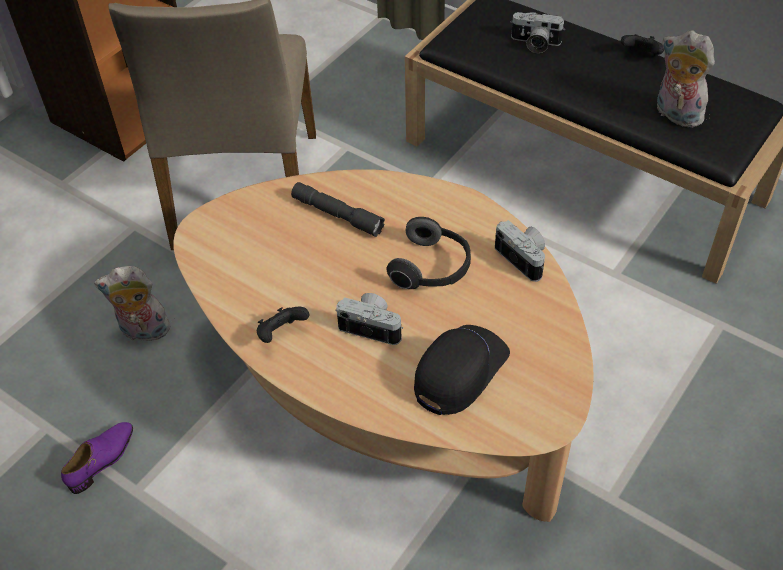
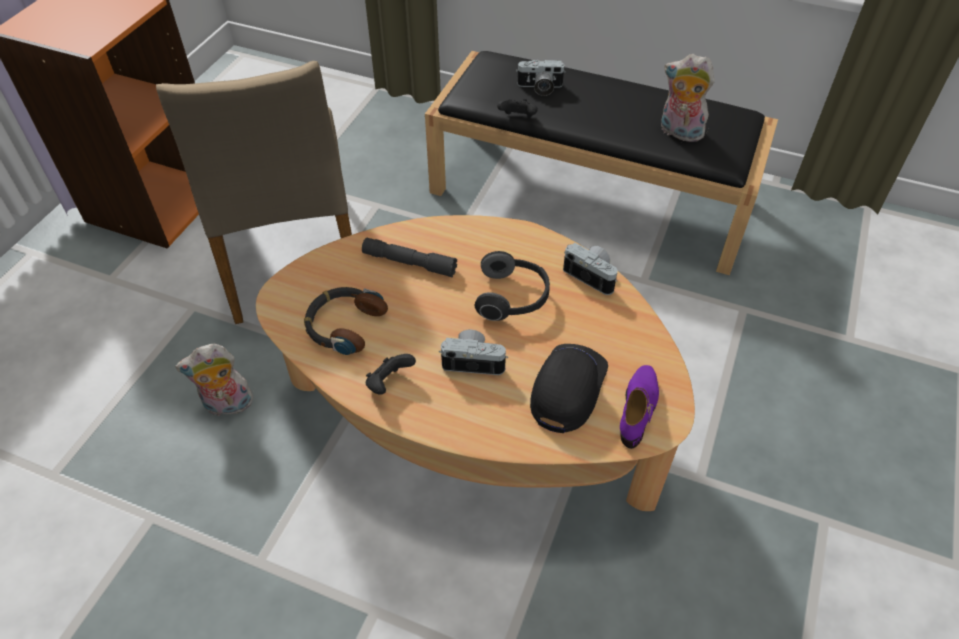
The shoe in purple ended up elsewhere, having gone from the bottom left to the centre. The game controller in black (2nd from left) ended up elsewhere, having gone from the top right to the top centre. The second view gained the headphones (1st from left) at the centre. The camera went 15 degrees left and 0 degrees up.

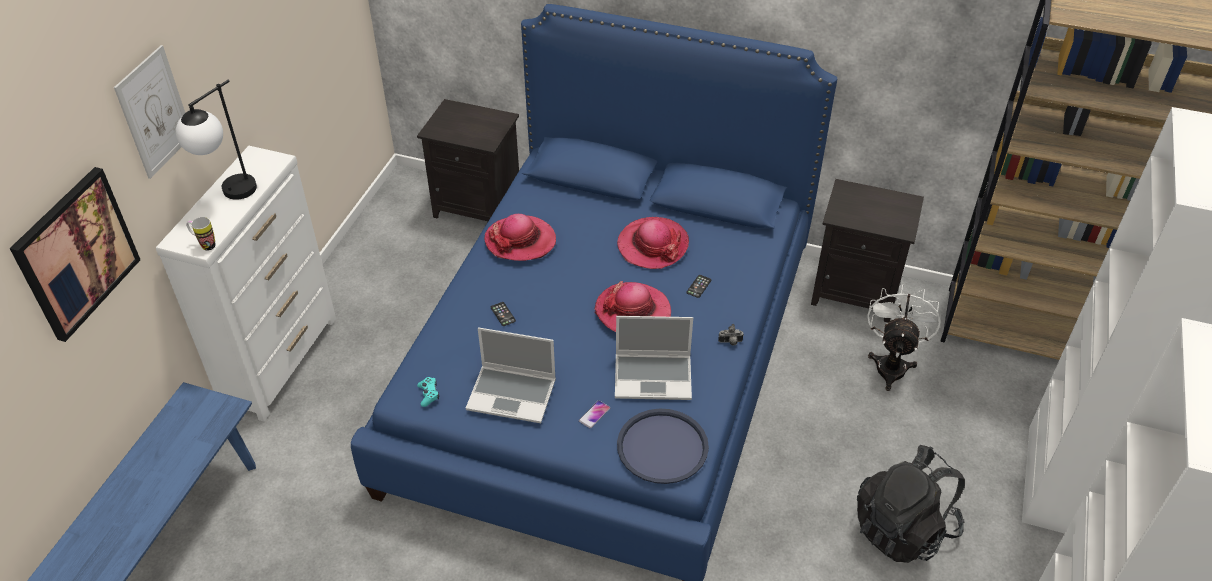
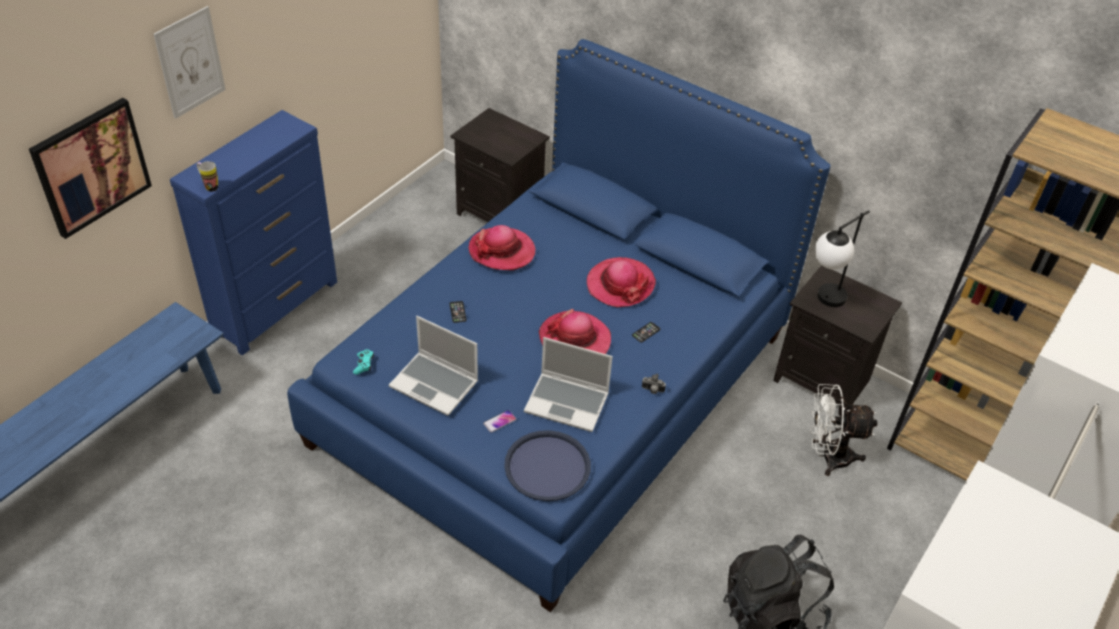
What was the dresser in white at the middle left turned into the dresser in blue at the middle left. The table lamp ended up elsewhere, having gone from the top left to the middle right. The fan in white at the middle right ended up facing another way, 120 degrees counterclockwise from before. The camera went 15 degrees right and 0 degrees up.

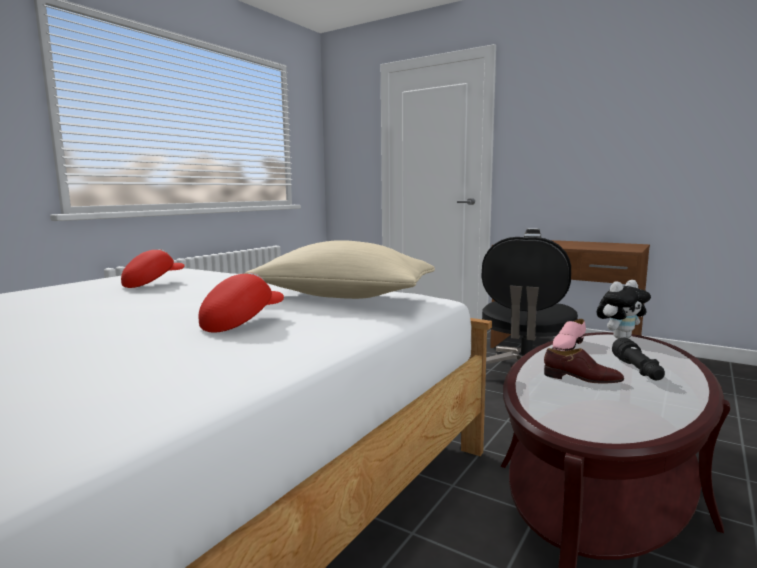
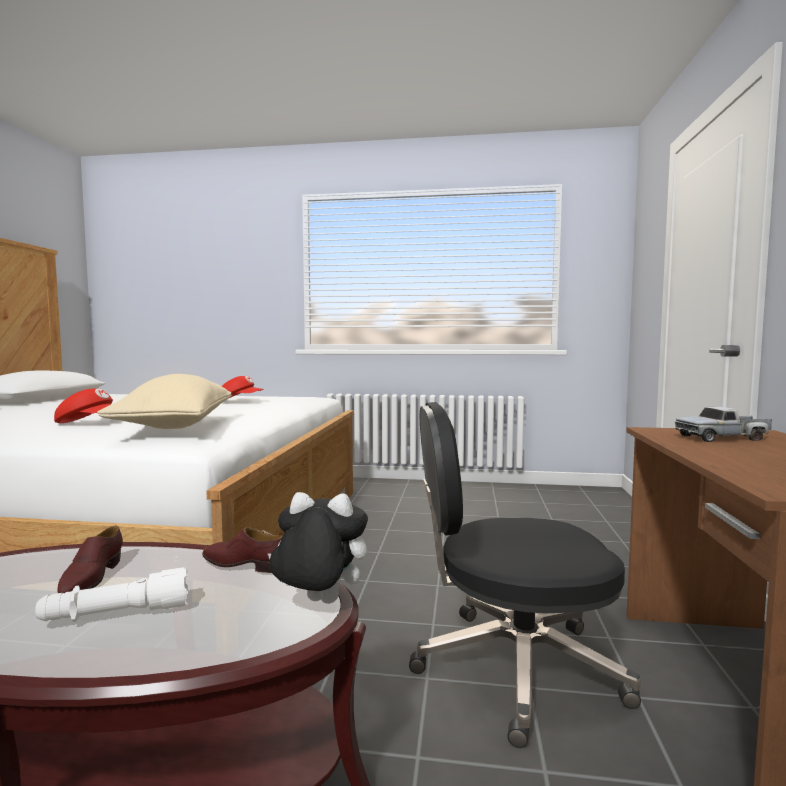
What was the shoe in pink at the middle right turned into the shoe in brown (2nd from left) at the bottom left. The plush toy at the middle right ended up facing another way, 150 degrees clockwise from before. What was the flashlight in black at the middle right turned into the flashlight in white at the bottom left. The camera went 65 degrees right and 5 degrees down.

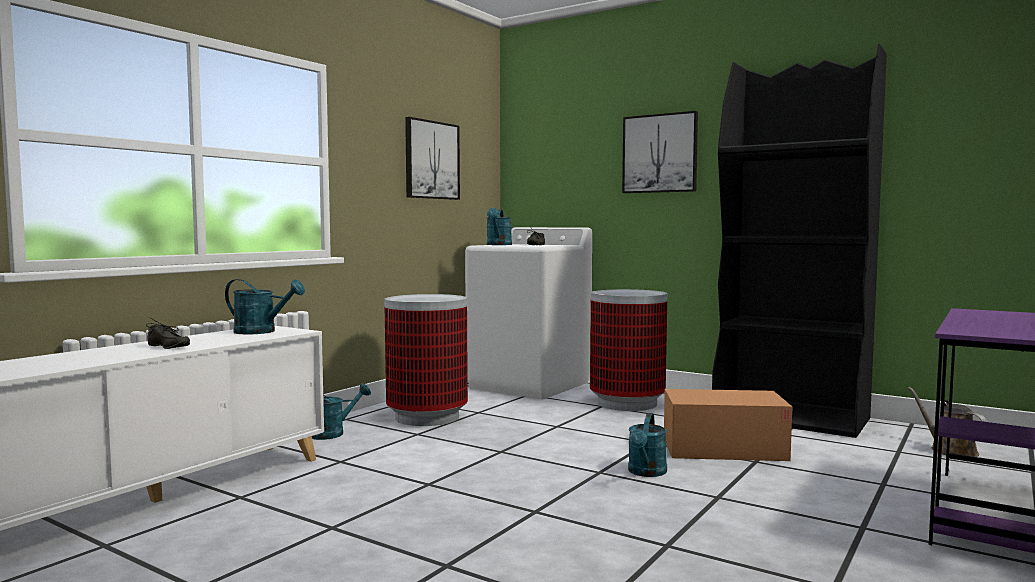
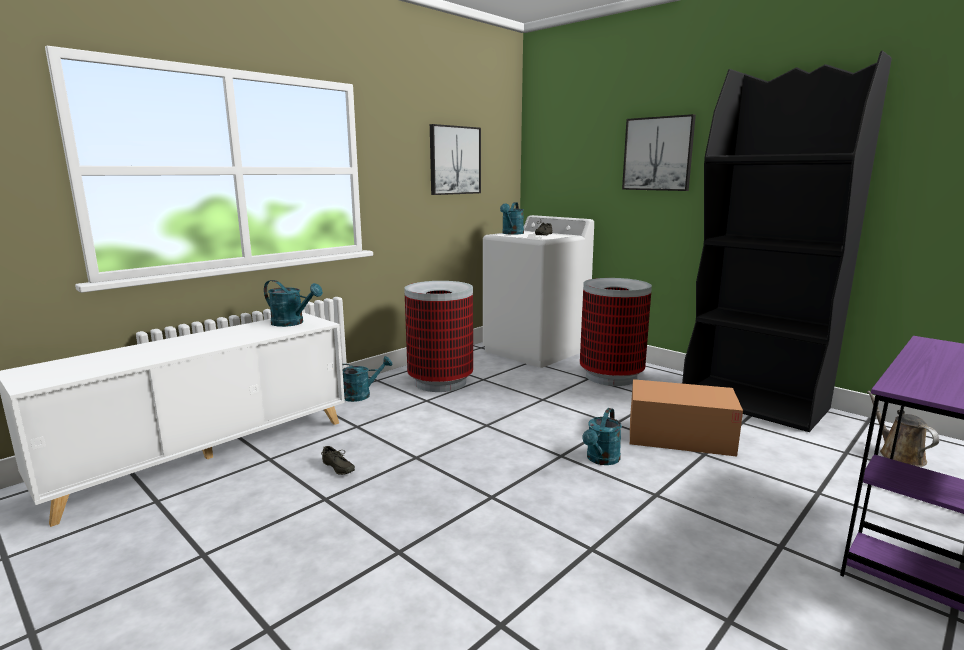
The shoe in grey (1st from left) ended up elsewhere, having gone from the middle left to the bottom centre. The camera went 10 degrees right and 10 degrees up.

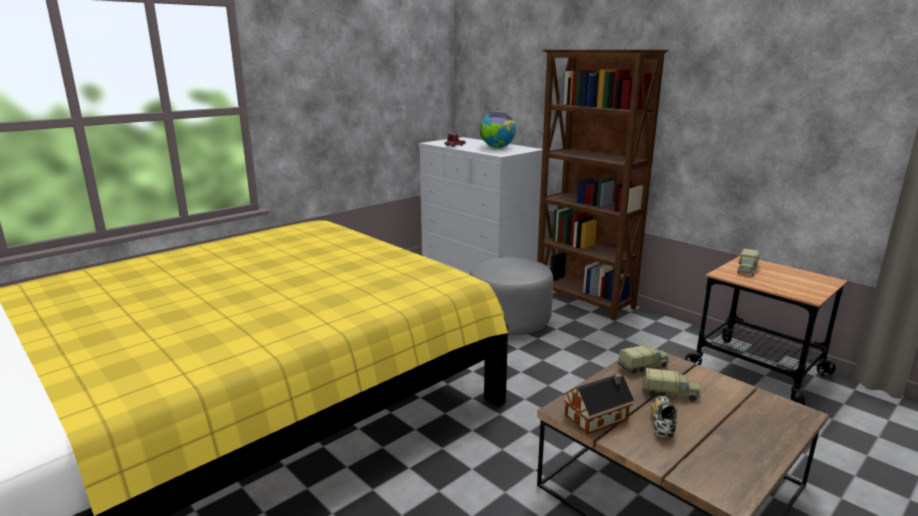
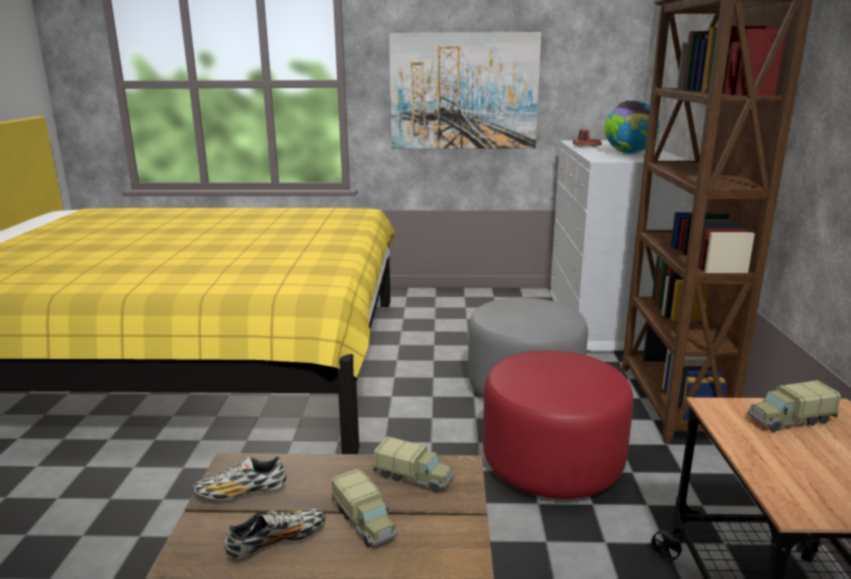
Where the toy house stood at the bottom centre, the shoe (1st from left) came to stand at the bottom left. The second view gained the picture at the top centre. The second view gained the ottoman in red at the bottom centre. The camera went 45 degrees right and 0 degrees up.

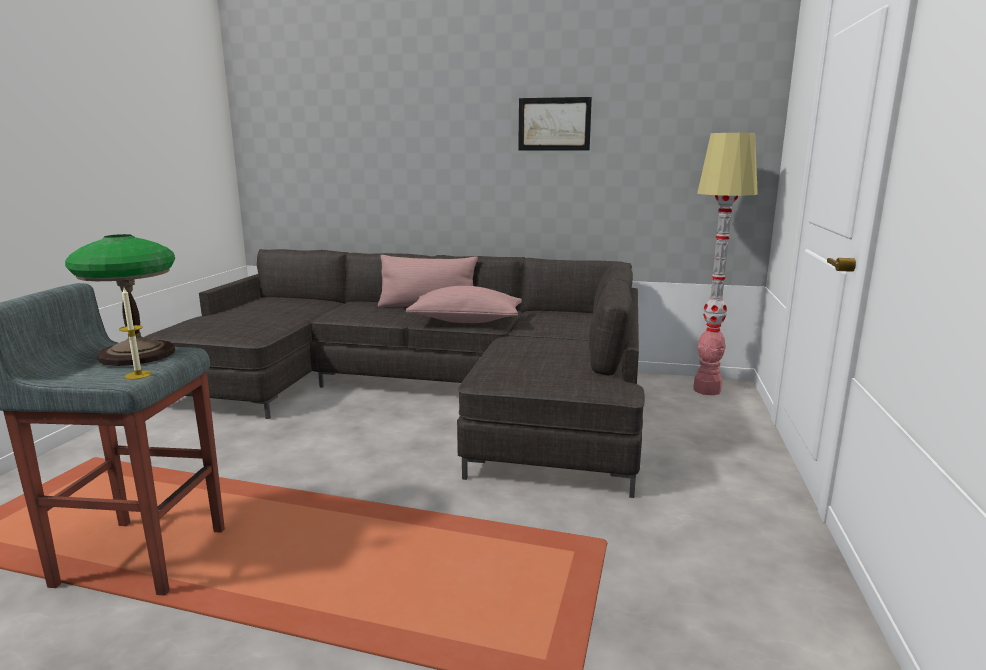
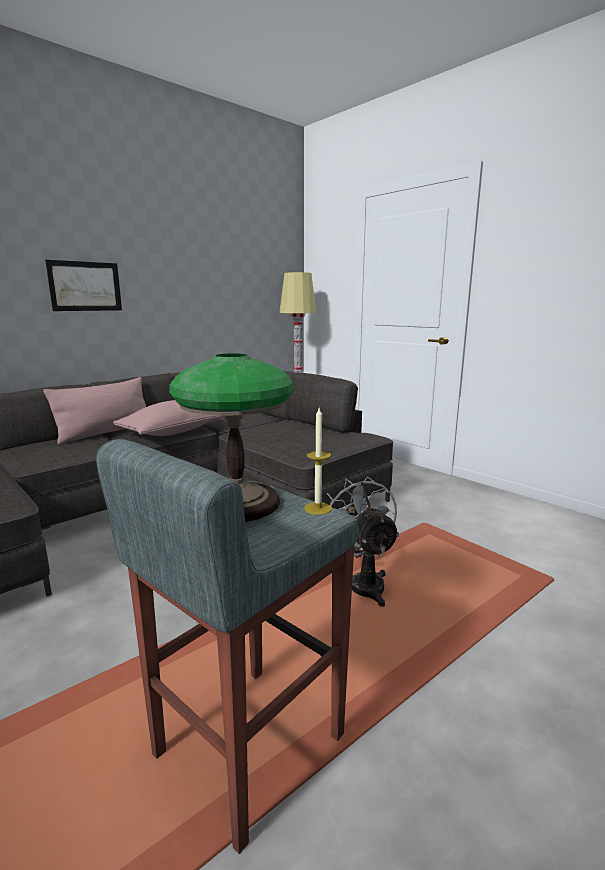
The picture ended up elsewhere, having gone from the top centre to the top left. The second view gained the fan in grey at the centre. The camera went 55 degrees left and 0 degrees up.

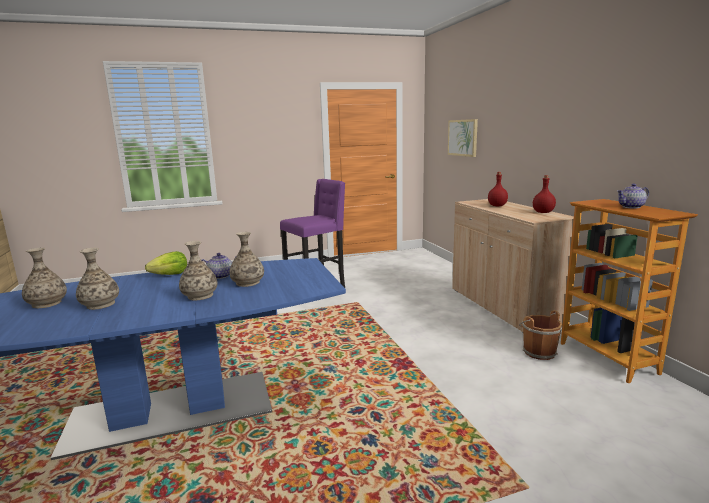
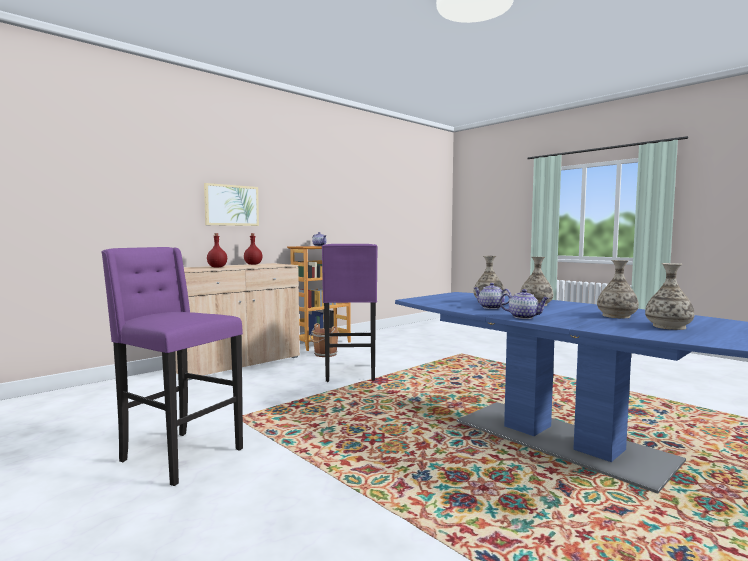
Where the lettuce stood at the middle left, the teapot (3rd from left) came to stand at the middle right. The picture ended up elsewhere, having gone from the top centre to the middle left. The second view gained the stool in purple (2nd from left) at the centre. The camera went 115 degrees left and 10 degrees down.

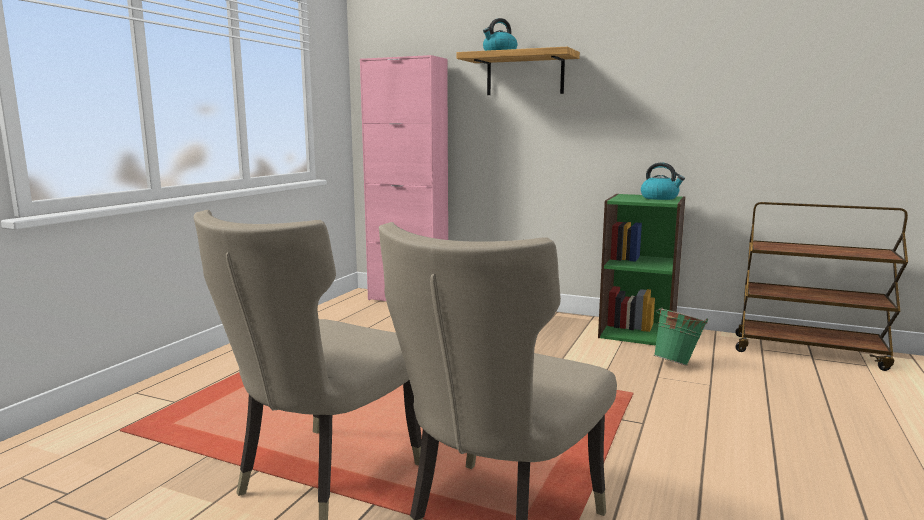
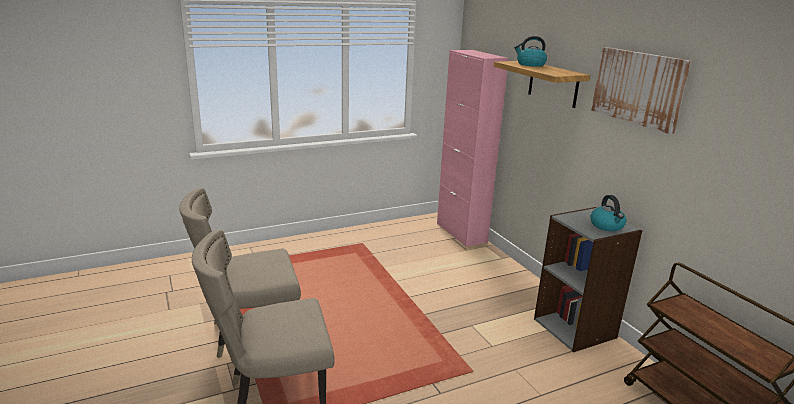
What was the bookcase in green at the middle right turned into the bookcase in grey at the bottom right. The second view lost the bucket in green at the middle right. The second view gained the picture at the top right. The camera went 40 degrees right and 10 degrees up.

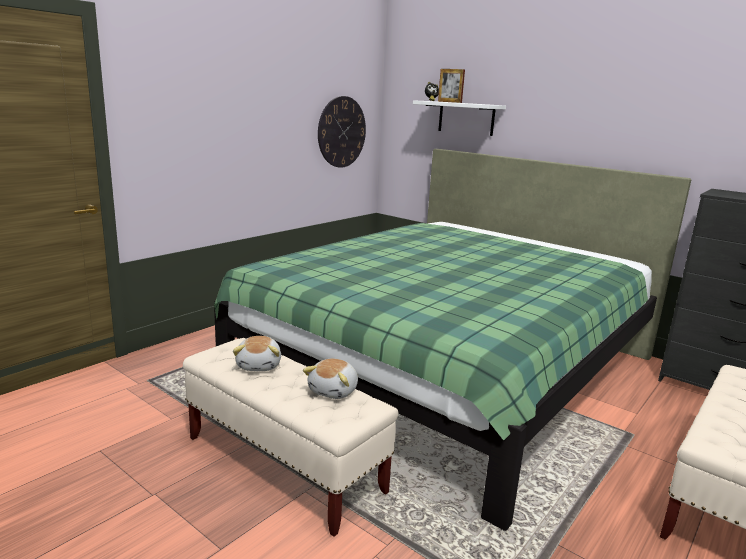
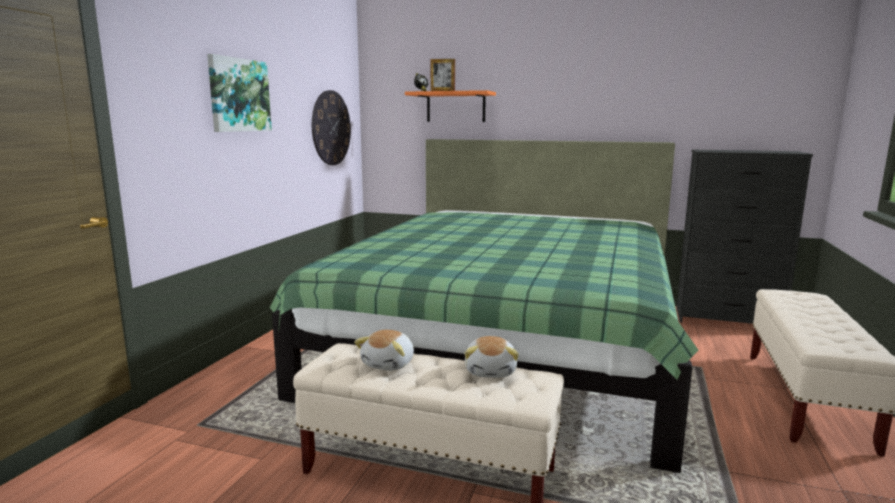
The plush toy (1st from left) at the centre ended up facing another way, 45 degrees clockwise from before. What was the shelf in white at the top centre turned into the shelf in orange at the top centre. The second view gained the picture at the top left. The camera went 20 degrees left and 5 degrees down.

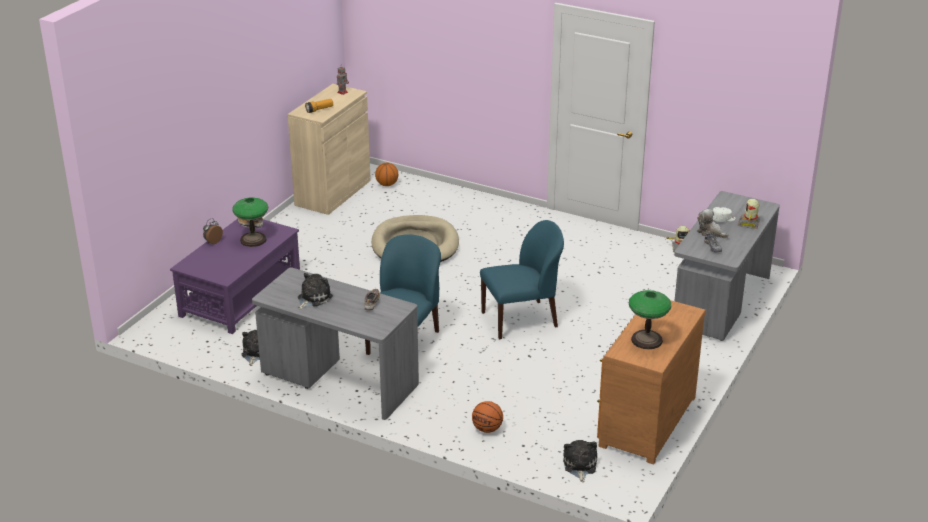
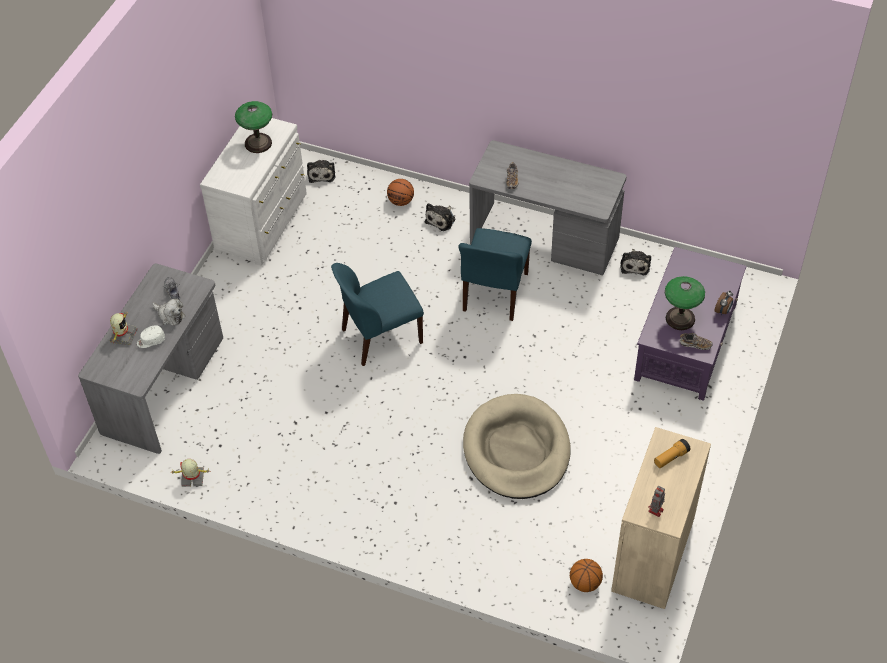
The plush toy (2nd from left in the first image) ended up elsewhere, having gone from the centre to the top centre. What was the dresser in brown at the bottom right turned into the dresser in white at the top left. The camera went 175 degrees right and 20 degrees up.

